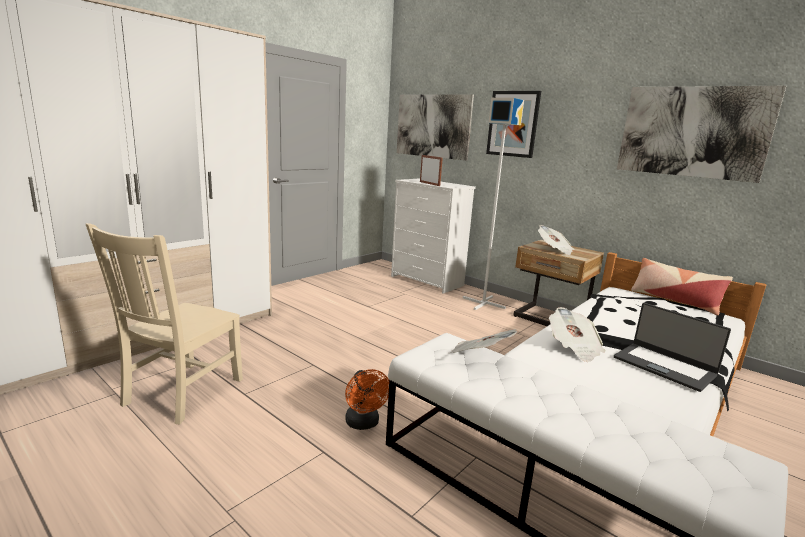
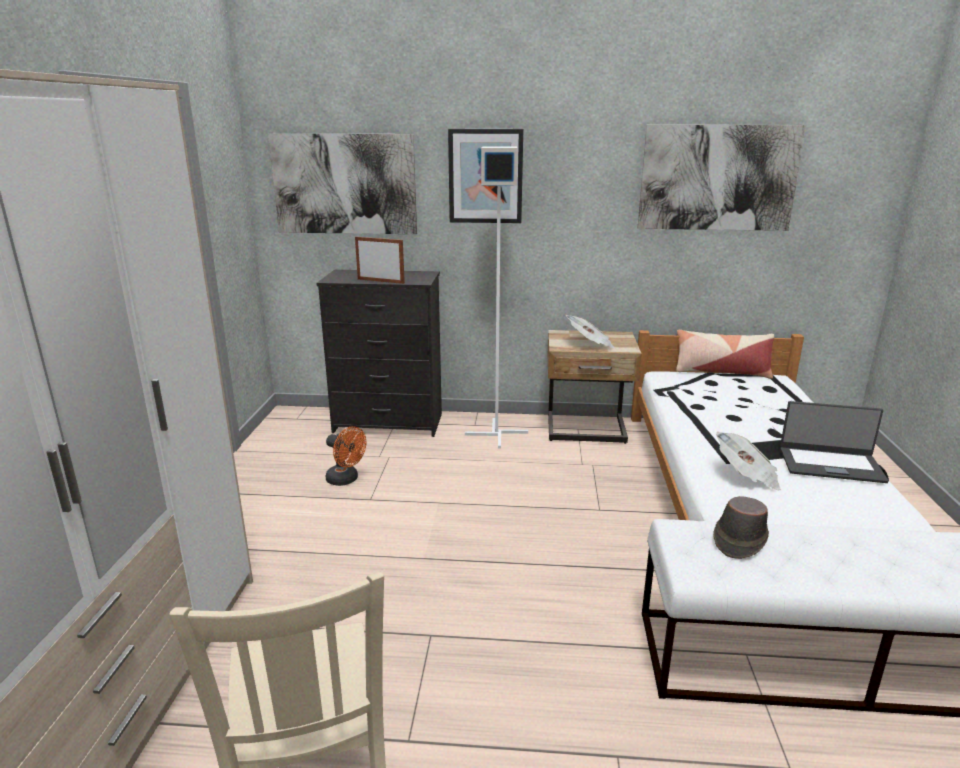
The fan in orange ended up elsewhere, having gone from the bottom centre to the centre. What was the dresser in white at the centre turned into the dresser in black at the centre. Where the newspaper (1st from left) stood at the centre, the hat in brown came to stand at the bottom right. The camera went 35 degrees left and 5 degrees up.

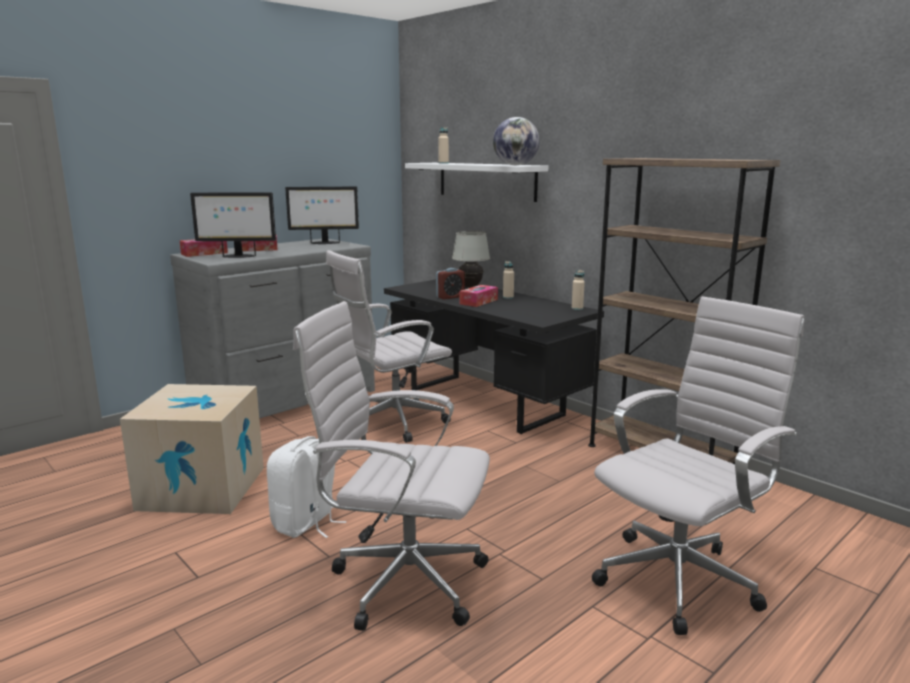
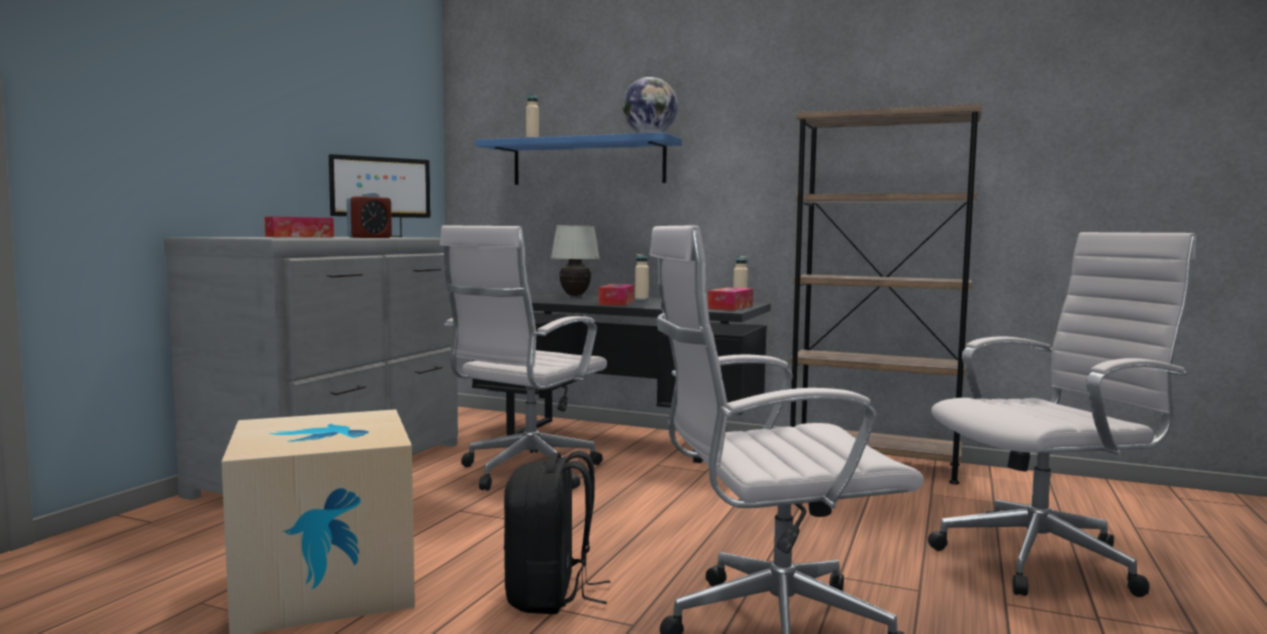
The tissue box (1st from left in the first image) ended up elsewhere, having gone from the middle left to the centre. The second view lost the monitor (1st from left) at the top left. What was the backpack in white at the bottom centre turned into the backpack in black at the bottom centre. What was the shelf in white at the top centre turned into the shelf in blue at the top centre. The alarm clock ended up elsewhere, having gone from the centre to the middle left. The office chair in white (3rd from left) at the bottom right ended up facing another way, 45 degrees clockwise from before. The camera went 25 degrees left and 10 degrees down.

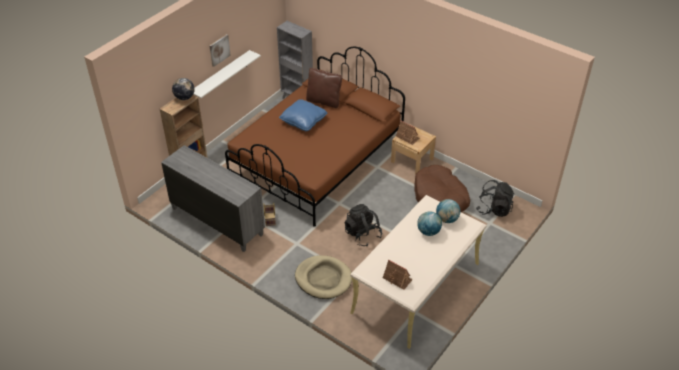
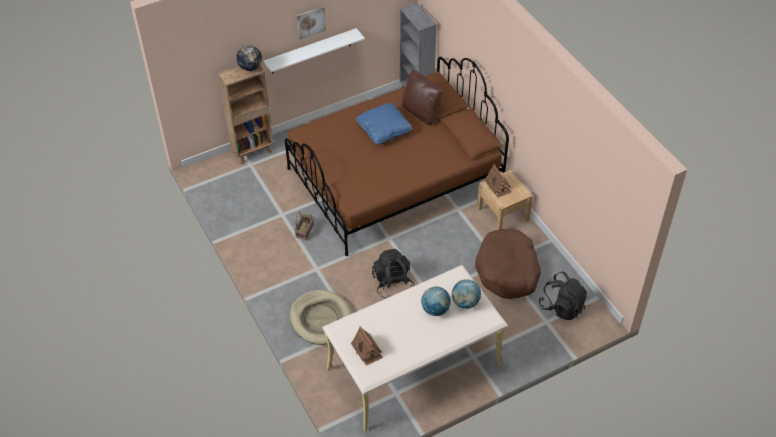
The second view lost the dresser in grey at the middle left. The camera went 25 degrees right and 5 degrees up.

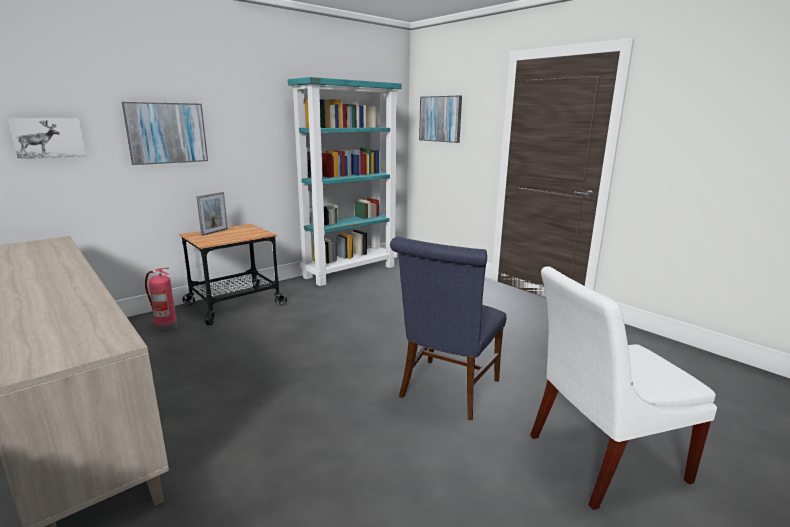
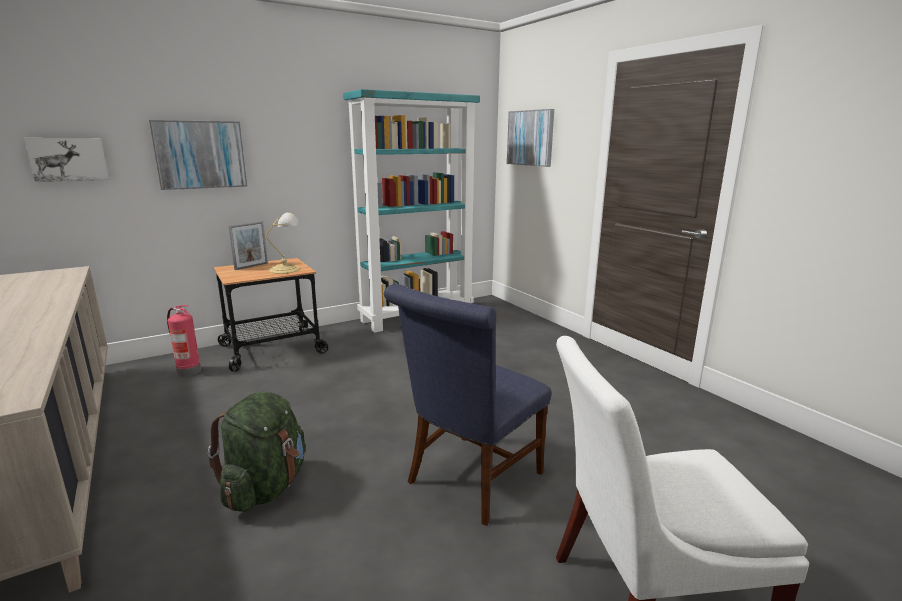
The second view gained the backpack in green at the bottom left. The second view gained the table lamp at the middle left. The camera went 10 degrees right and 0 degrees up.

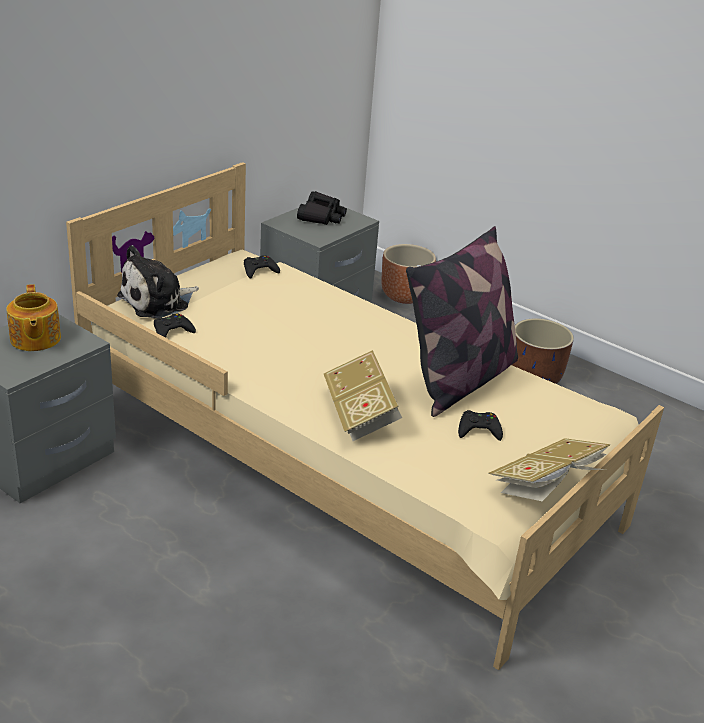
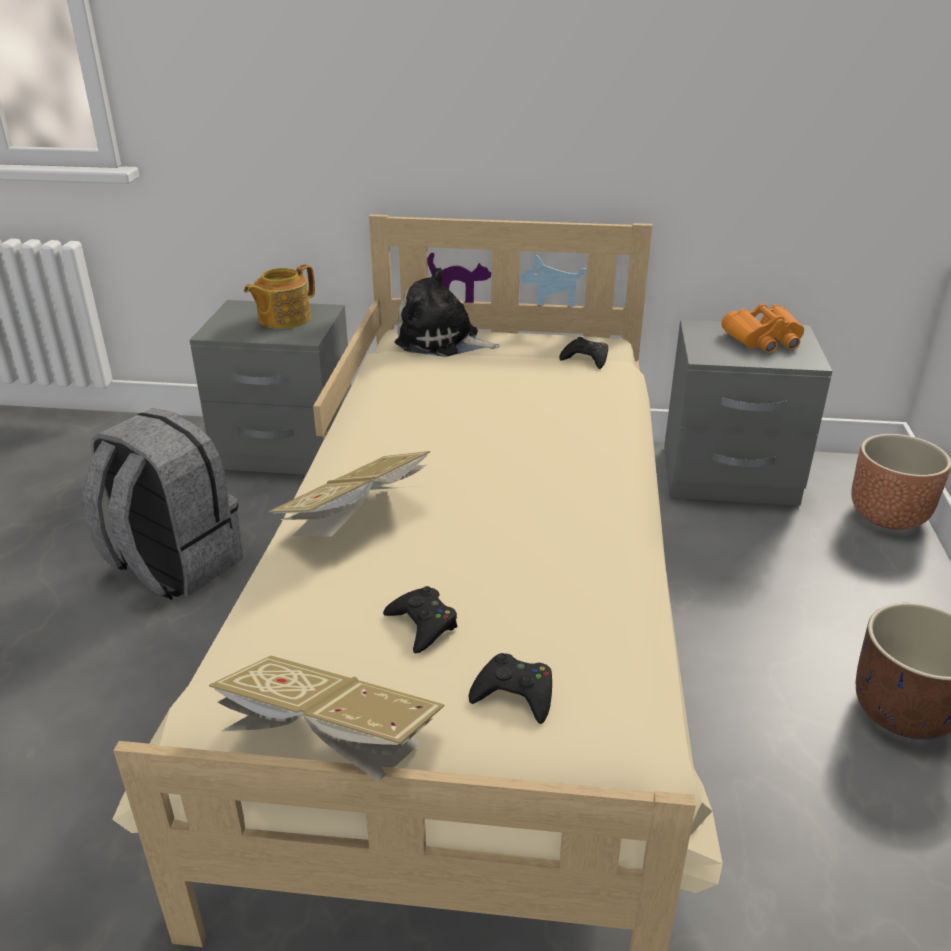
The game controller in black (1st from left in the first image) ended up elsewhere, having gone from the middle left to the bottom centre. What was the binoculars in black at the top centre turned into the binoculars in orange at the middle right. The second view lost the pillow at the centre. The second view gained the backpack in grey at the middle left. The camera went 60 degrees right and 0 degrees up.

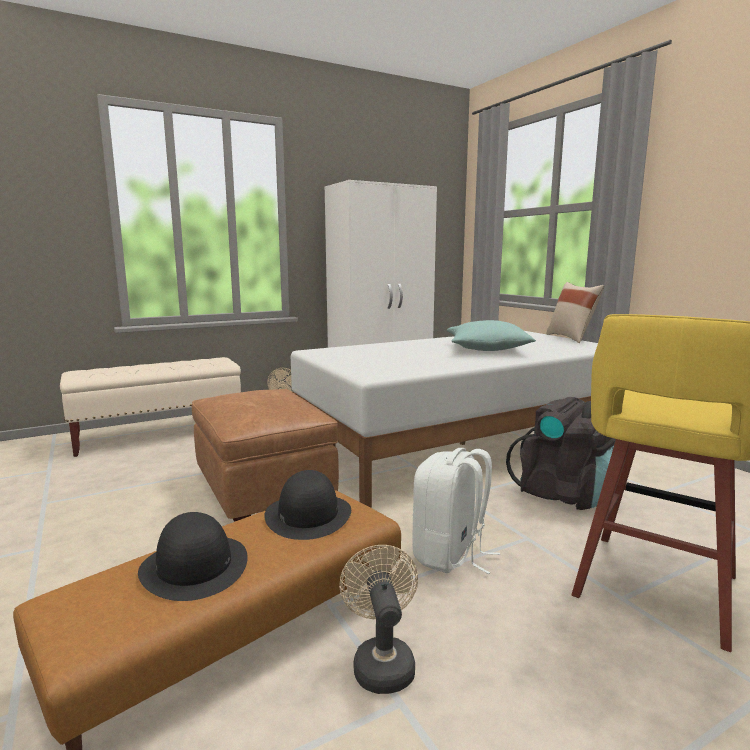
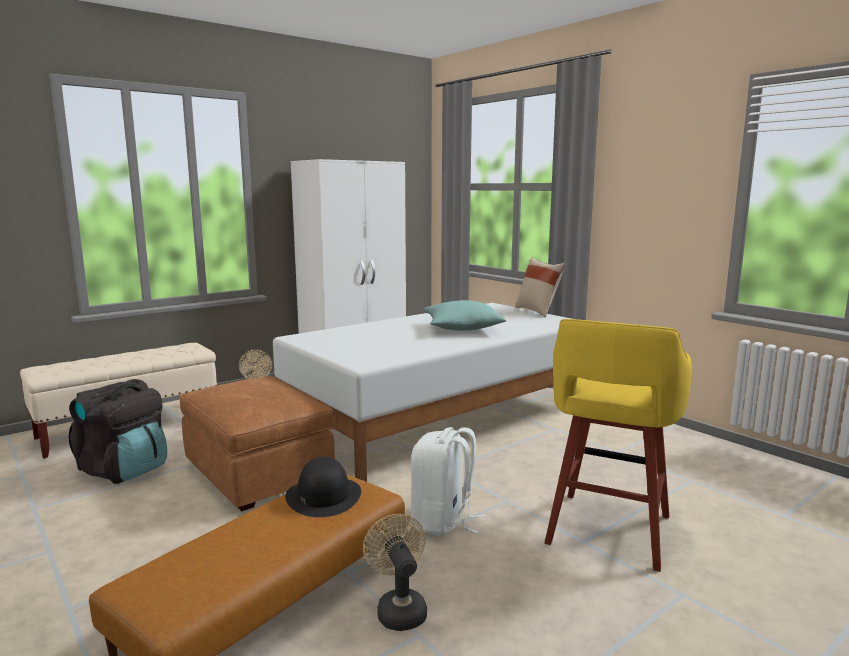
The second view lost the hat in black (1st from left) at the bottom left. The backpack in black ended up elsewhere, having gone from the middle right to the middle left. The camera went 10 degrees left and 0 degrees up.

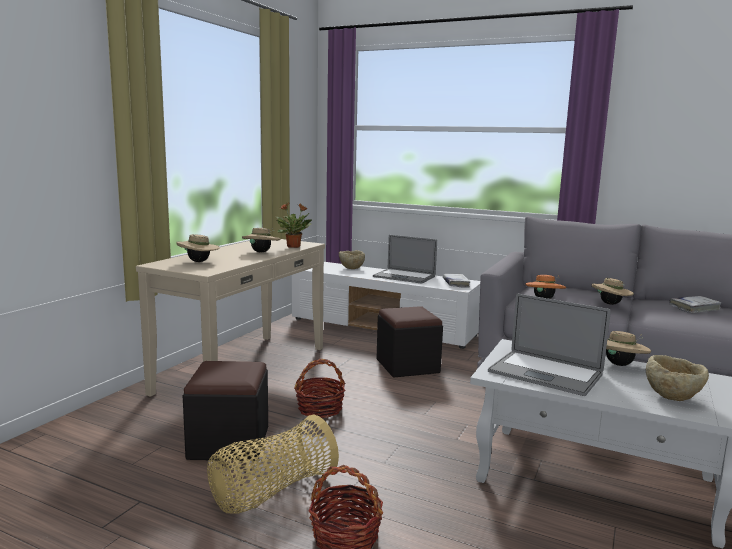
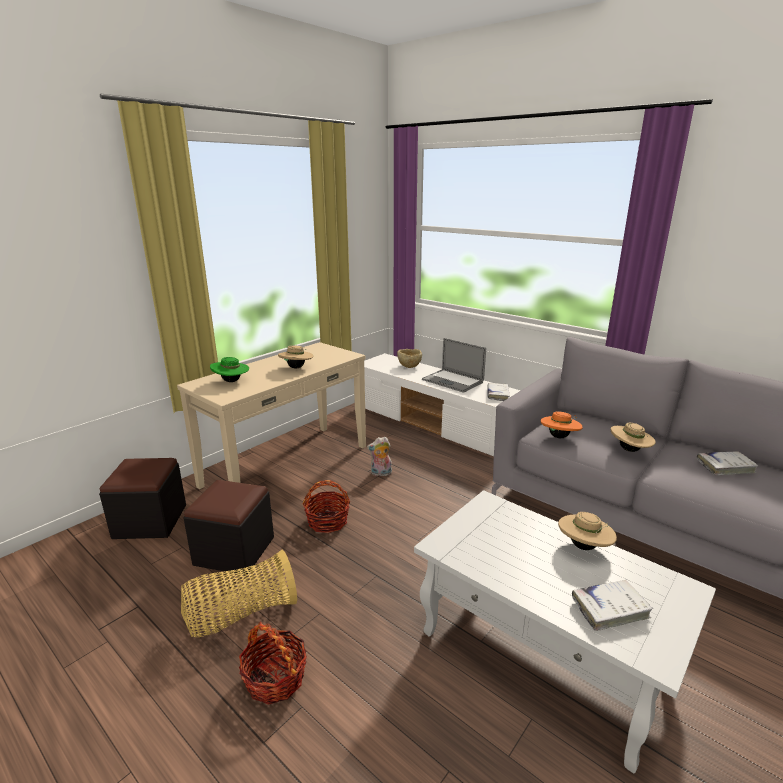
What was the hat in beige (1st from left) at the middle left turned into the hat in green at the middle left. The second view lost the potted plant at the centre. The ottoman in black (2nd from left in the first image) ended up elsewhere, having gone from the centre to the middle left. The second view lost the laptop (2nd from left) at the middle right. Where the bowl in beige (2nd from left) stood at the bottom right, the book in white (2nd from left) came to stand at the bottom right. The second view gained the plush toy at the centre. The camera went 15 degrees right and 10 degrees up.

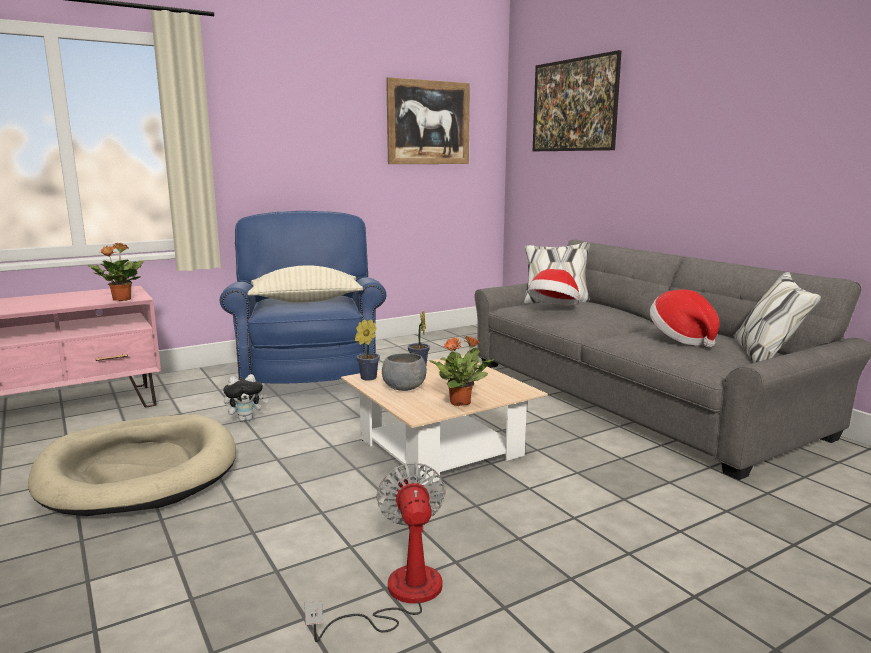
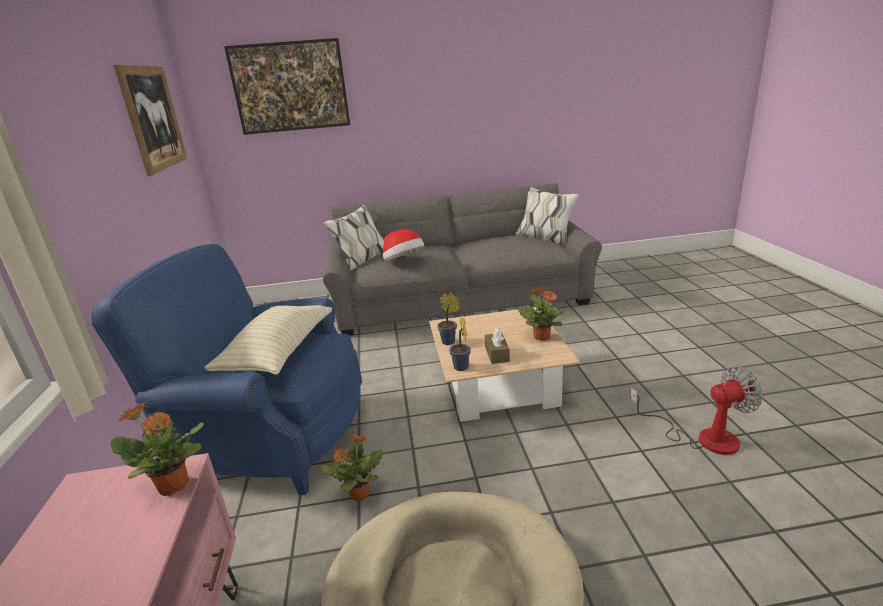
Where the plush toy stood at the middle left, the potted plant (2nd from left) came to stand at the bottom centre. The fan at the bottom centre ended up facing another way, 150 degrees clockwise from before. Where the bowl in grey stood at the centre, the tissue box in brown came to stand at the centre. The second view lost the hat (2nd from left) at the middle right. The camera went 65 degrees left and 10 degrees up.

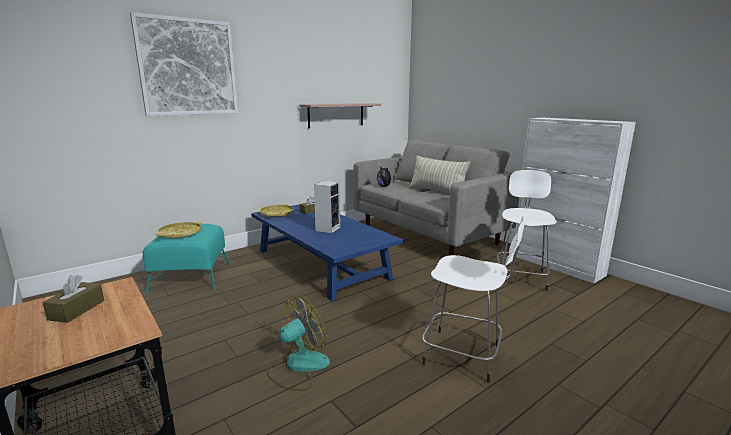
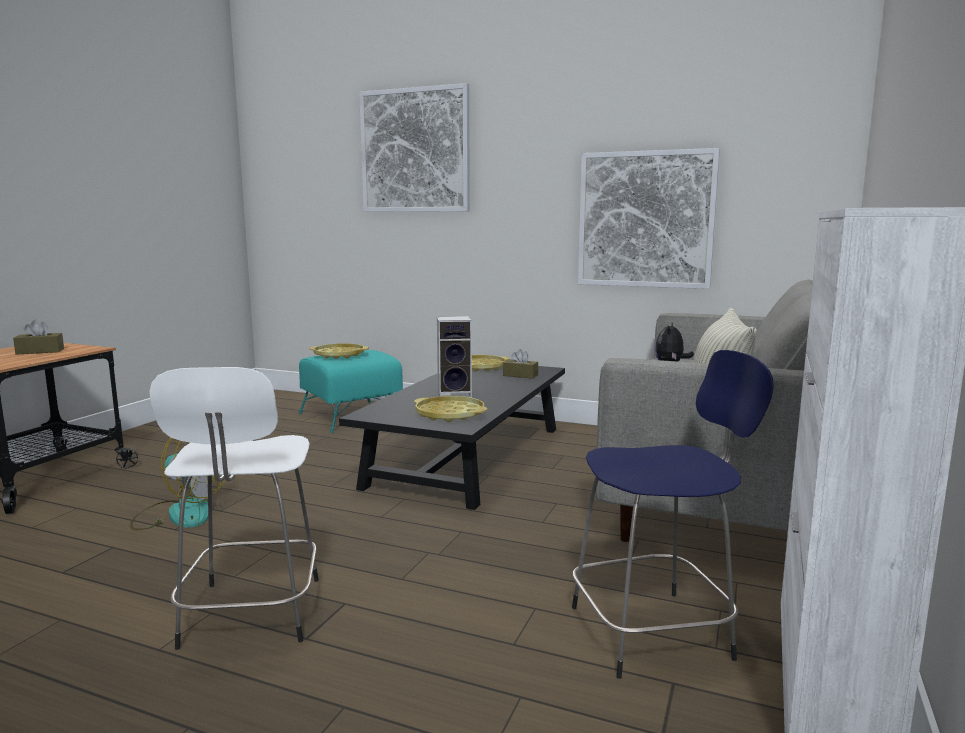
What was the coffee table in blue at the centre turned into the coffee table in black at the centre. Where the shelf hung at the top centre, the picture (2nd from left) came to hang at the top right. What was the stool in white (2nd from left) at the middle right turned into the stool in blue at the bottom right. The second view gained the tray in yellow (2nd from left) at the centre. The camera went 60 degrees right and 5 degrees down.

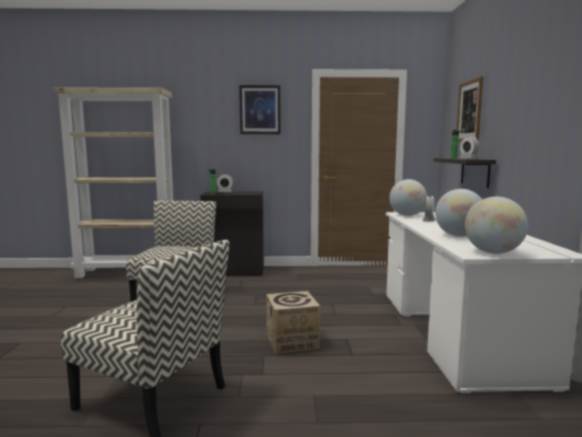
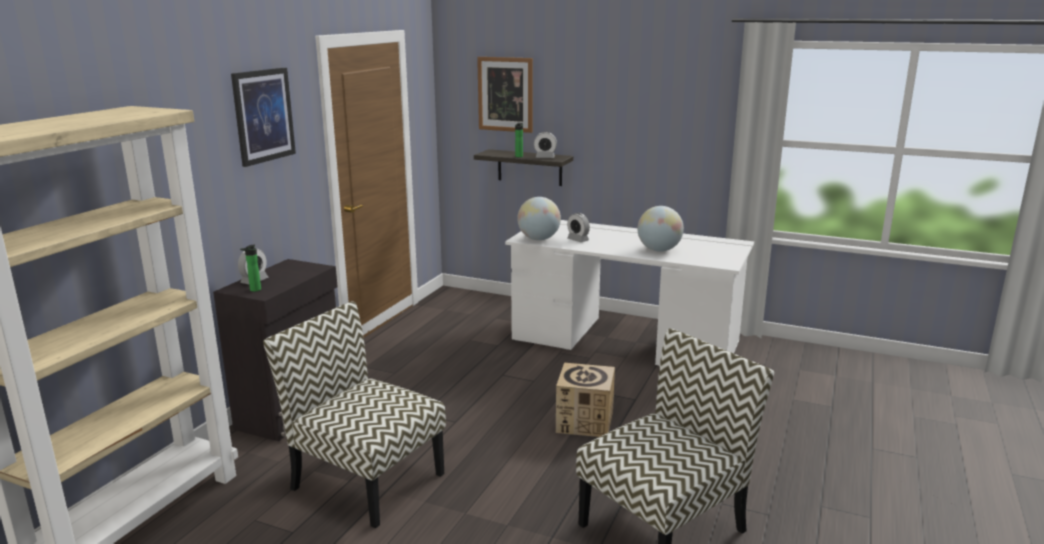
The second view lost the globe (3rd from left) at the middle right. The camera went 65 degrees left and 10 degrees up.

